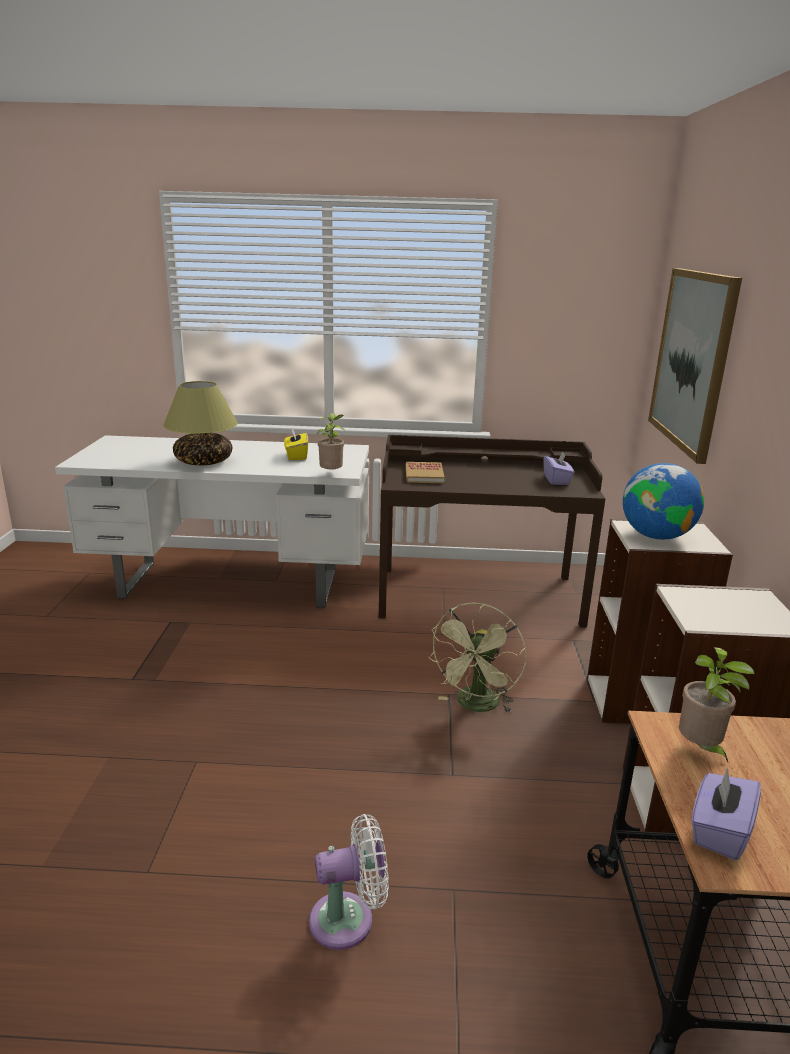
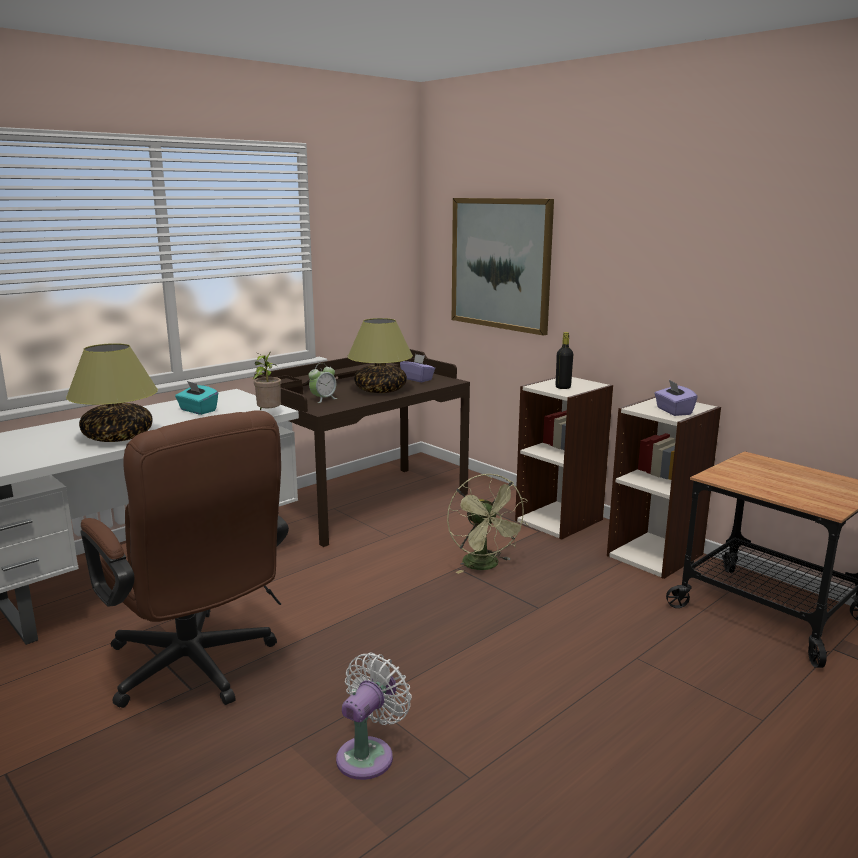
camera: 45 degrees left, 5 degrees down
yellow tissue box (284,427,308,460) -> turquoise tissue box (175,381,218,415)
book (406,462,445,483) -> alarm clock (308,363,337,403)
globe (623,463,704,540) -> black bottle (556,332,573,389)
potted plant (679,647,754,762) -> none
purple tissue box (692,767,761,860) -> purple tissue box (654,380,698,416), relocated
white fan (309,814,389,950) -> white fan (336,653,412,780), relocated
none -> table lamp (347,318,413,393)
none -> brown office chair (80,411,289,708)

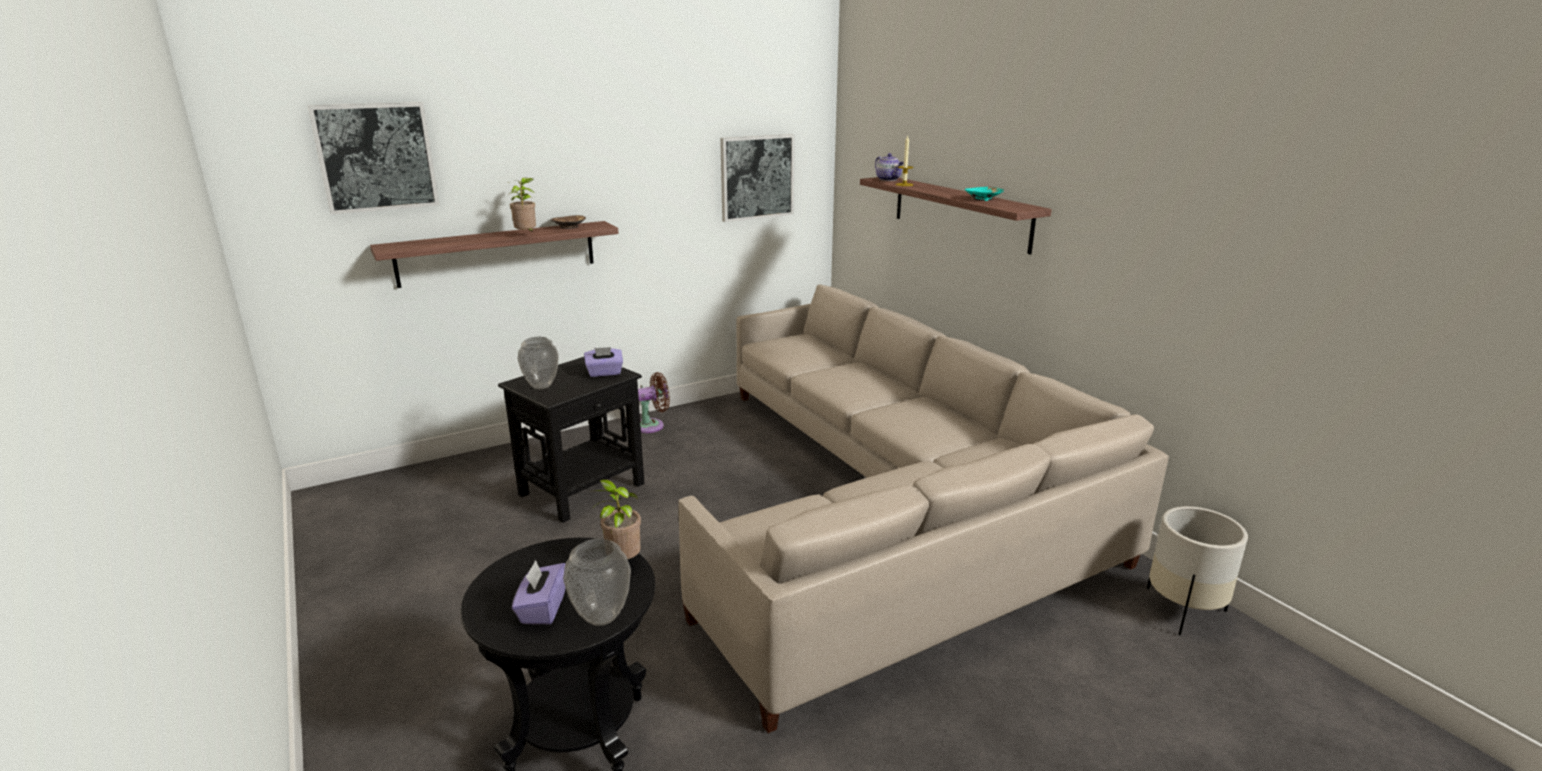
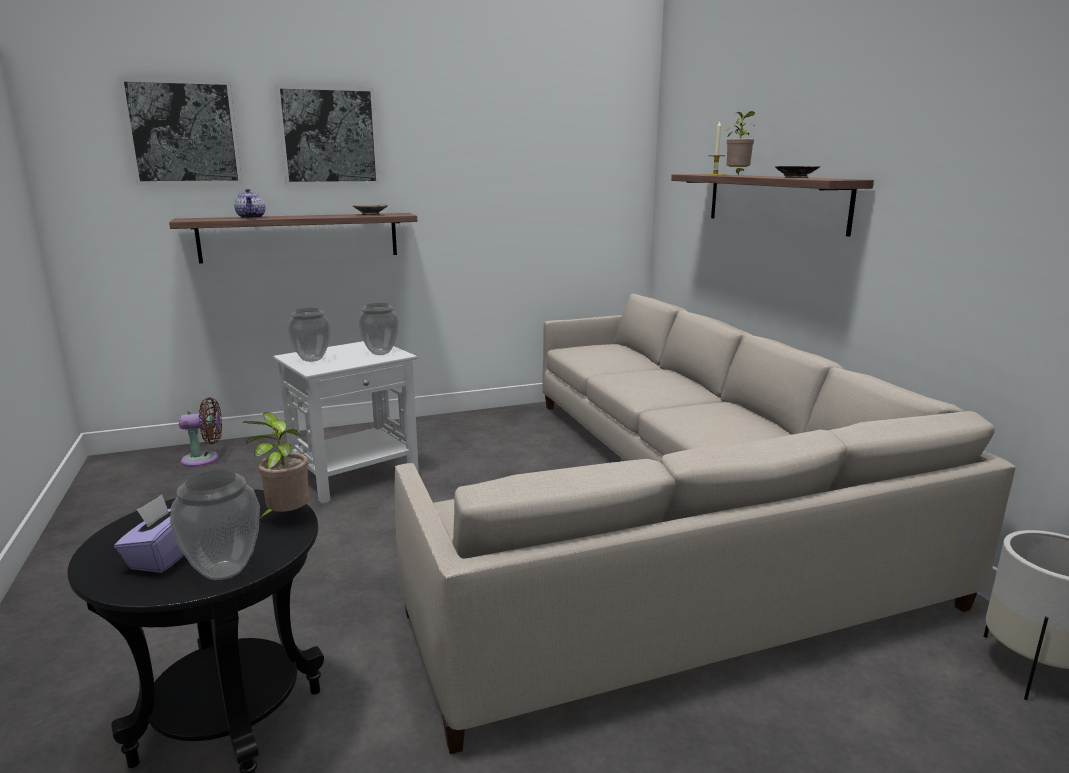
camera: 10 degrees right, 5 degrees down
picture (720,134,795,222) -> picture (276,85,380,185), relocated
teapot (875,153,904,181) -> teapot (234,189,265,219), relocated
potted plant (508,178,536,231) -> potted plant (727,111,756,175), relocated
turquoise bowl (965,187,1004,201) -> black bowl (775,166,820,178)
purple tissue box (584,347,623,377) -> vase (358,303,399,355)
black side table (498,357,645,523) -> white side table (273,341,419,504)
brown fan (638,372,670,433) -> brown fan (179,397,222,467), relocated

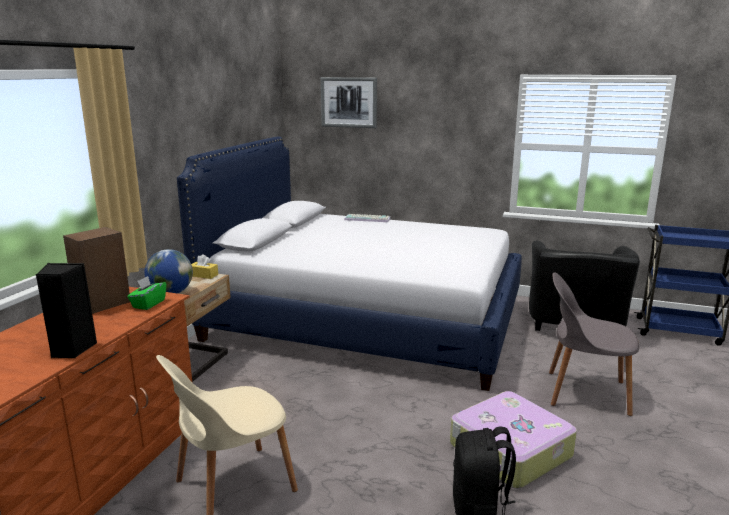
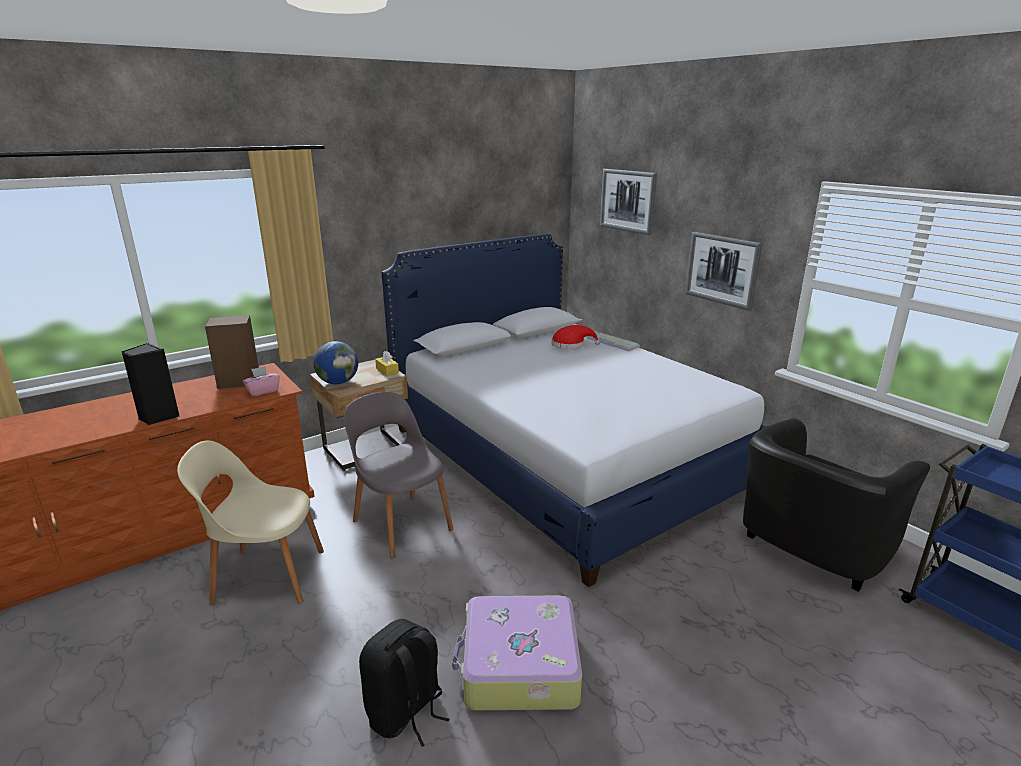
camera: 35 degrees right, 5 degrees up
grey chair (549,273,639,416) -> grey chair (344,392,453,558), relocated
green tissue box (127,276,166,310) -> pink tissue box (243,366,280,396)
none -> picture (685,232,762,311)
none -> red hat (551,325,600,349)

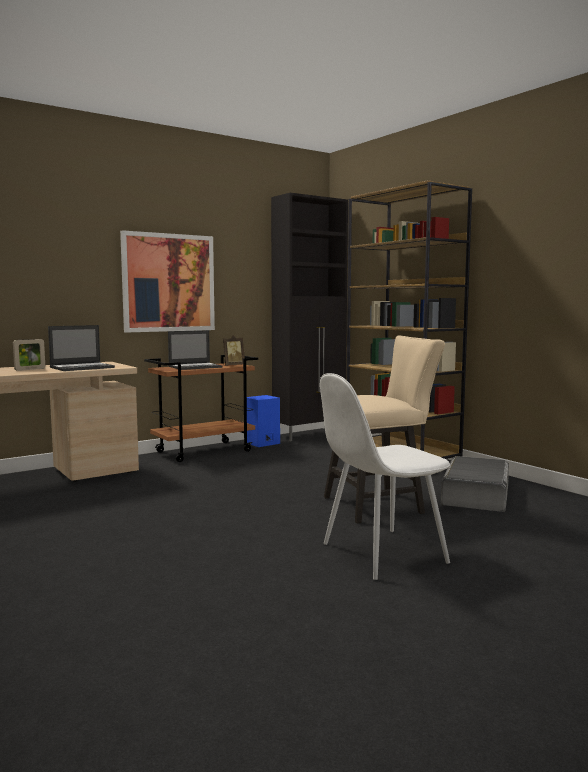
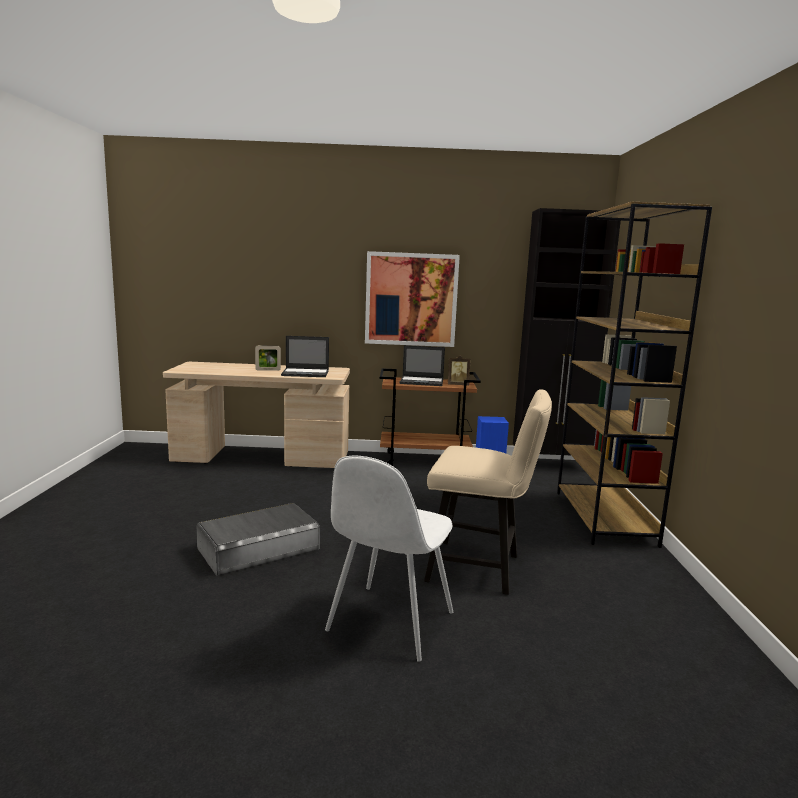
camera: 35 degrees right, 5 degrees up
white chair (320,373,450,580) -> white chair (325,456,453,662), 75 degrees counterclockwise
grey storage box (441,456,509,512) -> grey storage box (196,503,320,576), relocated

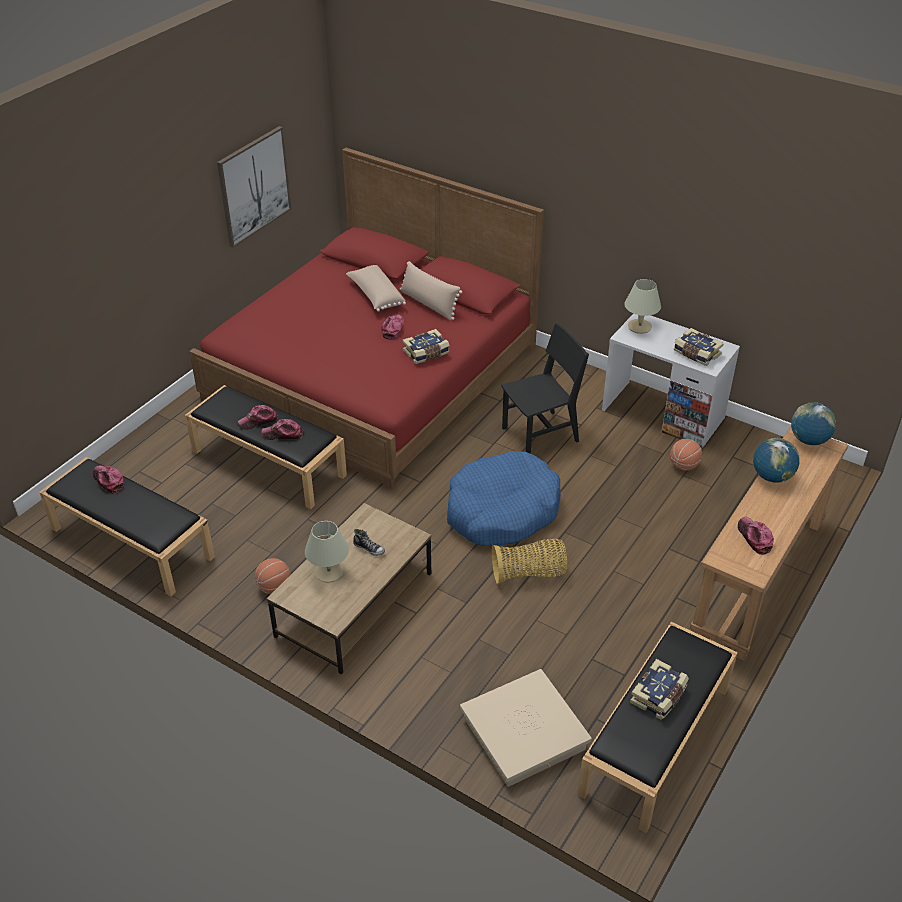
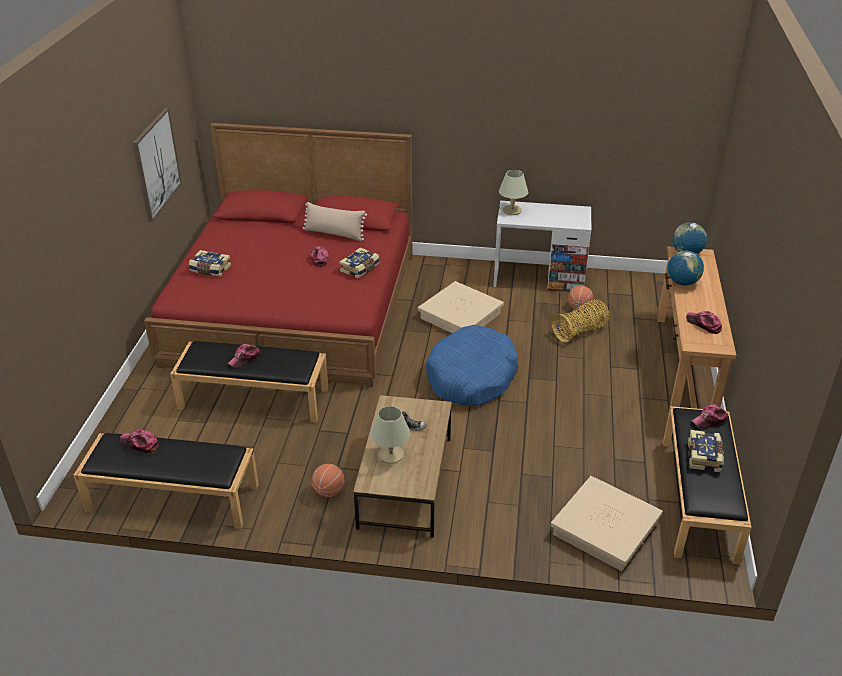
camera: 25 degrees left, 5 degrees down
beige pillow (346,265,406,312) -> none
black chair (501,323,589,454) -> beige storage box (418,281,504,333)
book (674,328,724,366) -> book (189,250,231,277), relocated
cap (262,419,303,440) -> cap (691,405,728,430), relocated
basket (492,539,567,584) -> basket (552,300,610,342), relocated

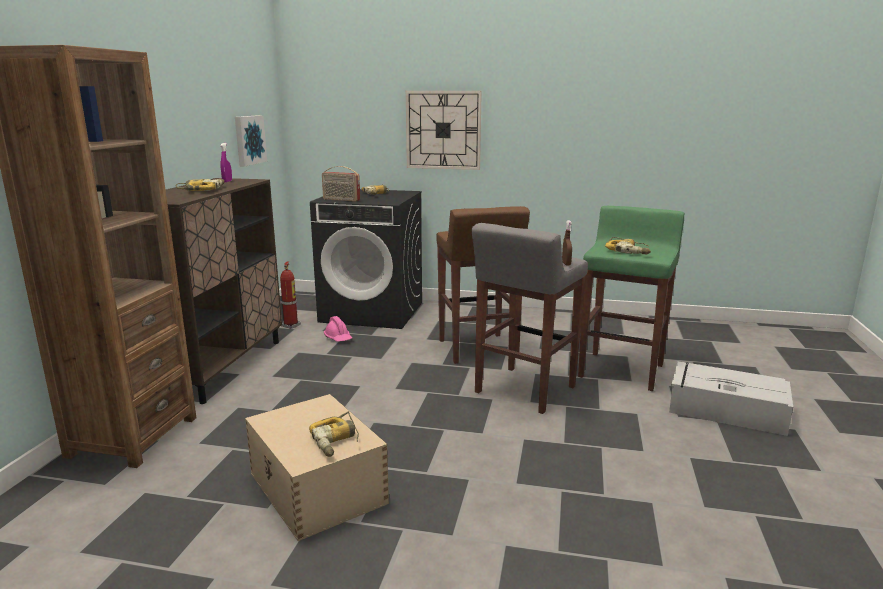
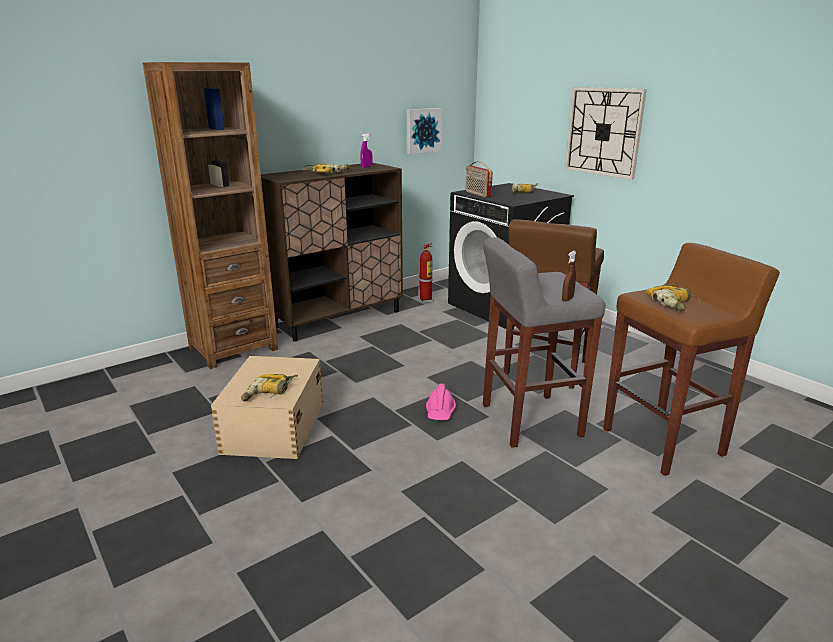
camera: 40 degrees right, 5 degrees up
green stool (578,206,685,391) -> brown stool (603,243,780,476)
pink hard hat (324,316,352,342) -> pink hard hat (426,384,456,420), relocated
grey storage box (669,361,793,436) -> none

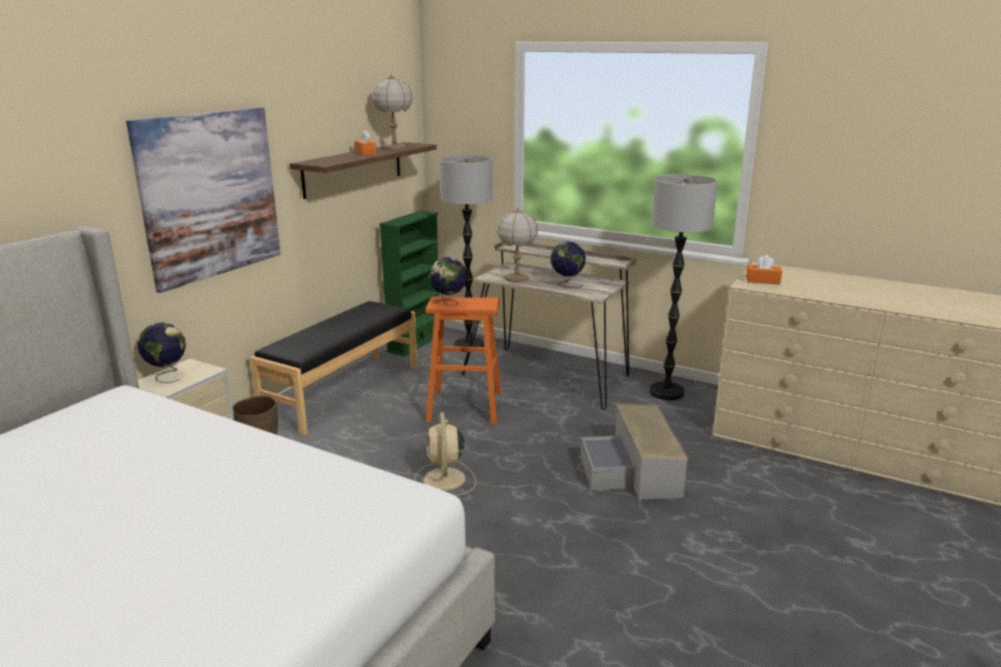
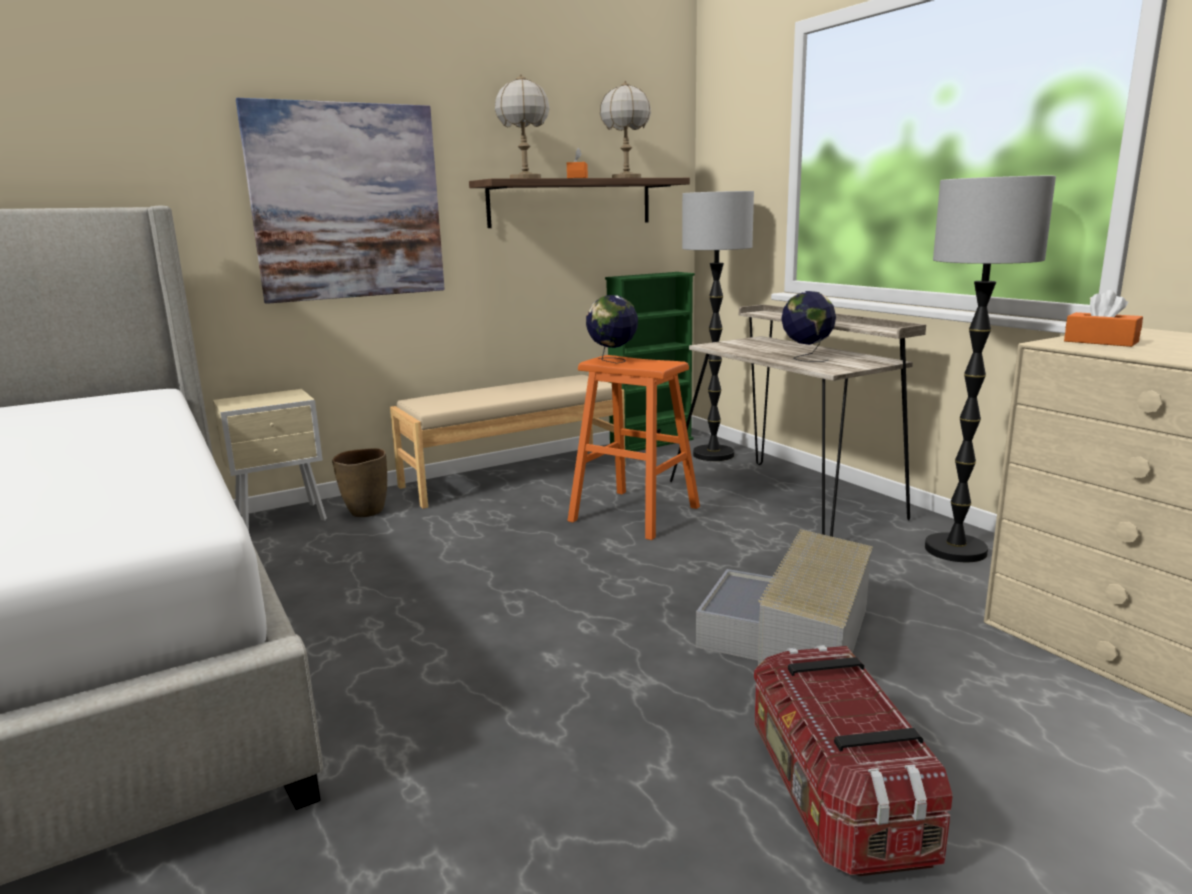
camera: 30 degrees right, 5 degrees down
table lamp (497,208,538,283) -> table lamp (495,74,550,178), relocated
black bench (249,301,417,436) -> beige bench (390,375,625,509)
globe (138,322,186,383) -> none
beige fan (415,412,476,496) -> none
none -> storage box (754,645,953,876)

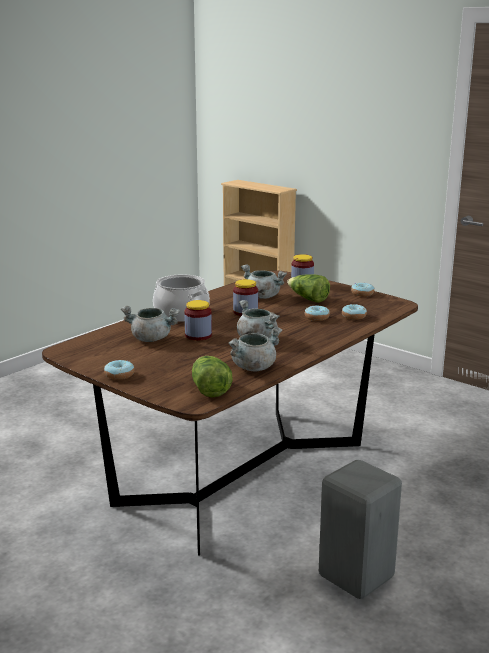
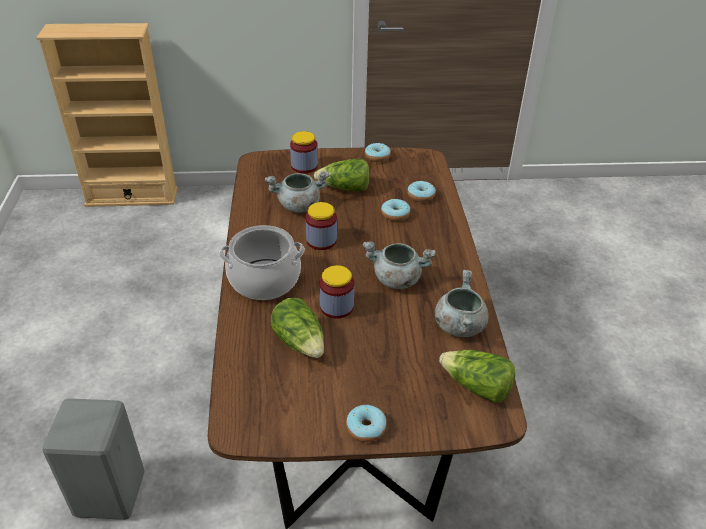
camera: 45 degrees left, 20 degrees up
grey cooking pot (121,306,180,342) -> lettuce (271,298,324,358)
grey stool (319,460,402,599) -> grey stool (42,398,145,520), relocated

